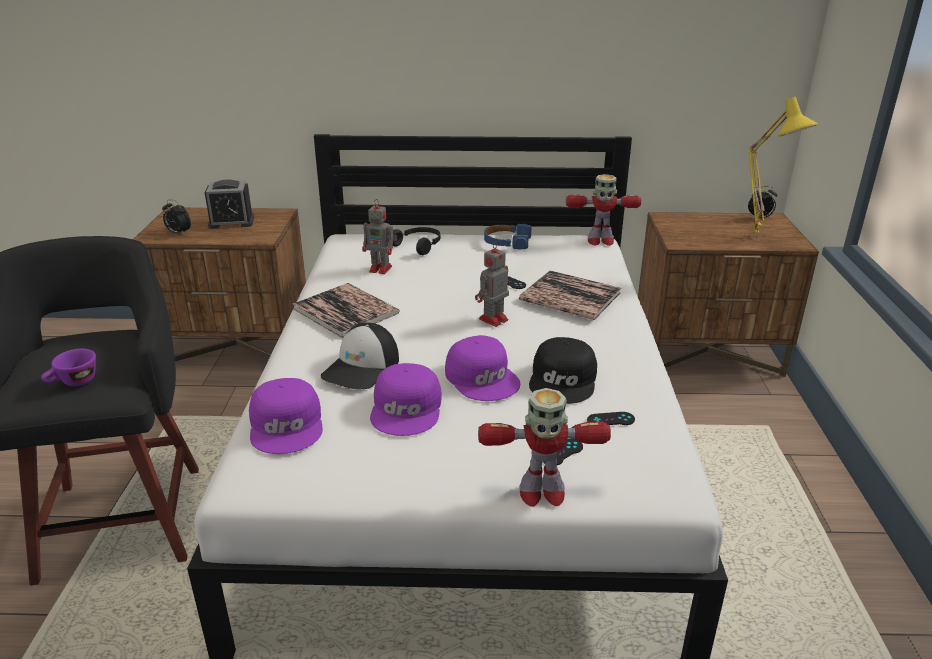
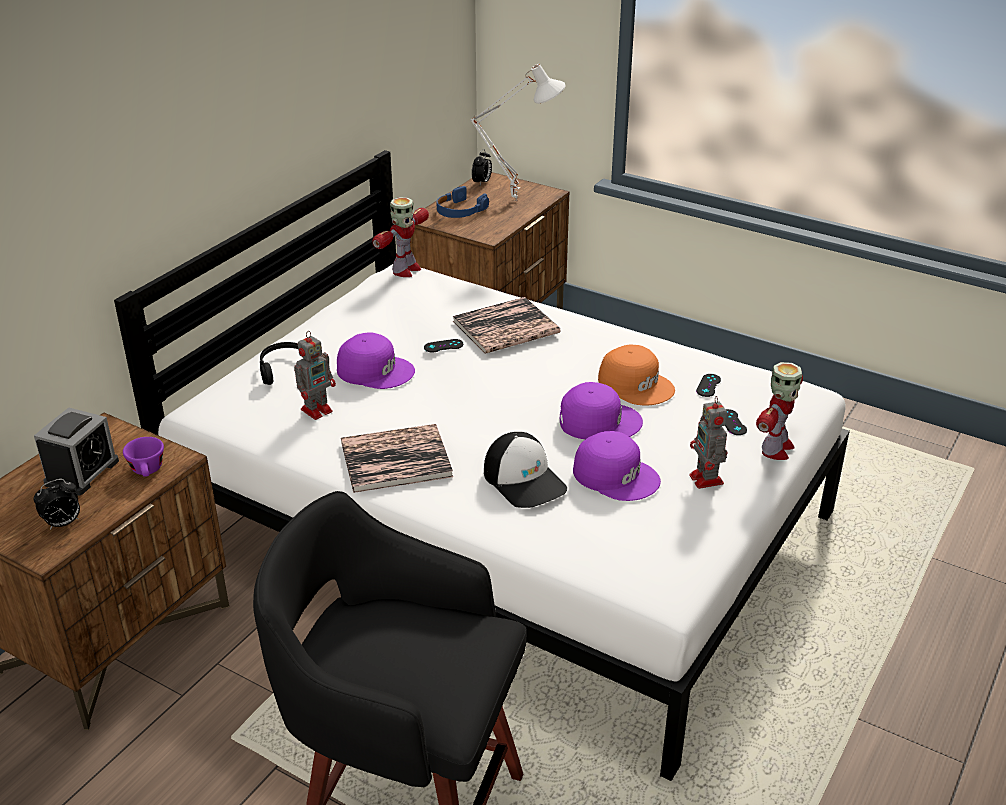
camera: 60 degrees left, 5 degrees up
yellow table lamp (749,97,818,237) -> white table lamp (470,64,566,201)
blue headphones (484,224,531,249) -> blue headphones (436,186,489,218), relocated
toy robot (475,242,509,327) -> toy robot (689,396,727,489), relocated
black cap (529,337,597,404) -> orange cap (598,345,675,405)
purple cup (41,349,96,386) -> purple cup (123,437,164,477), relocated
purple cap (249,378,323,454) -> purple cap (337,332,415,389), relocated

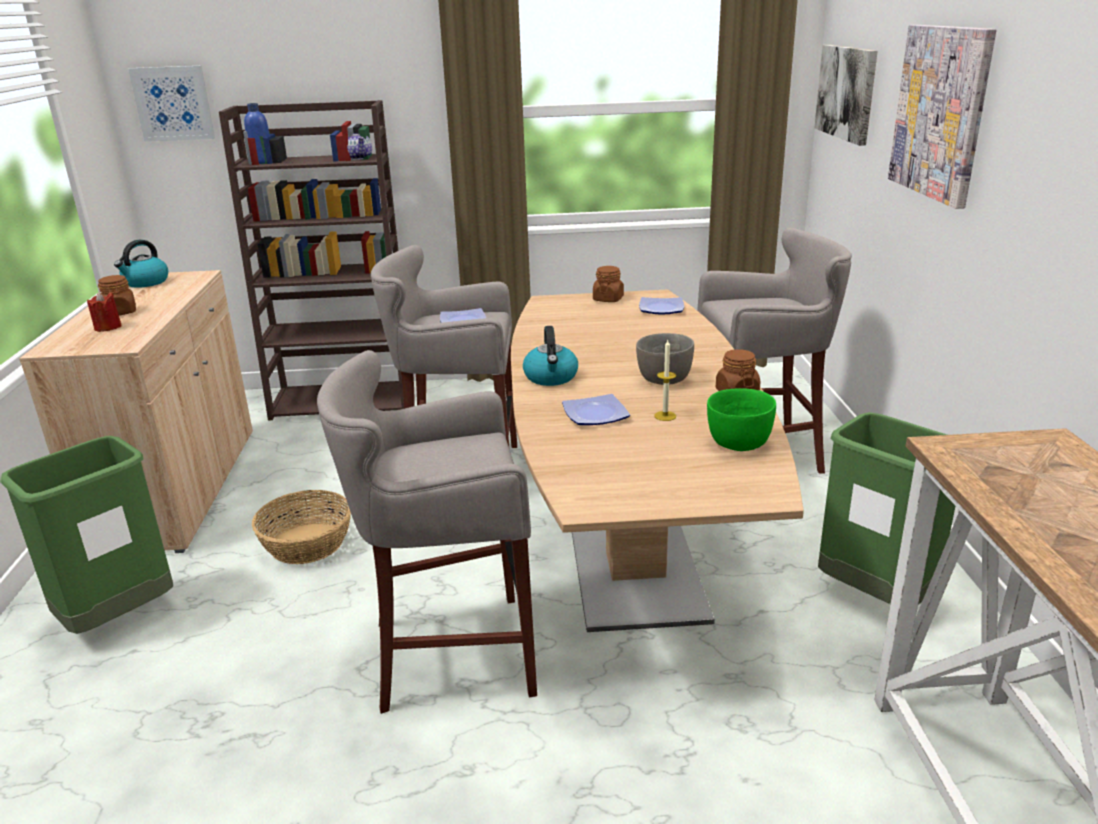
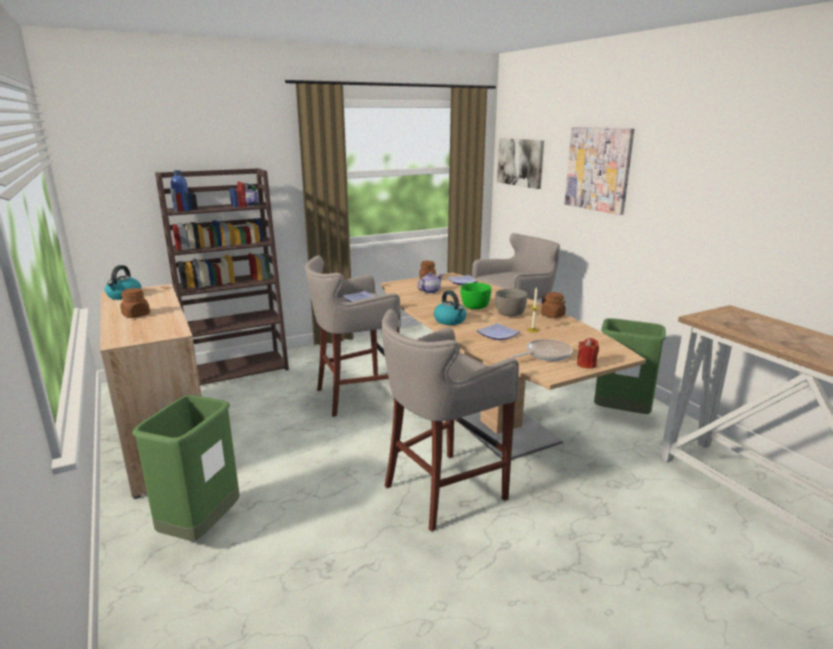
camera: 25 degrees left, 5 degrees down
picture (128,66,215,142) -> none
red candle (87,292,122,332) -> red candle (577,338,599,369), relocated
green bowl (707,388,776,451) -> green bowl (461,283,491,309), relocated
basket (252,490,351,564) -> none
none -> teapot (417,272,443,294)
none -> frying pan (512,339,573,361)

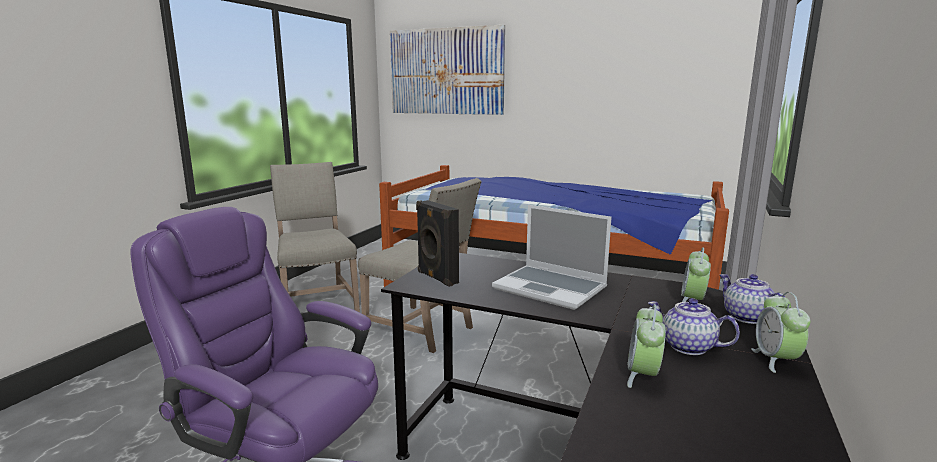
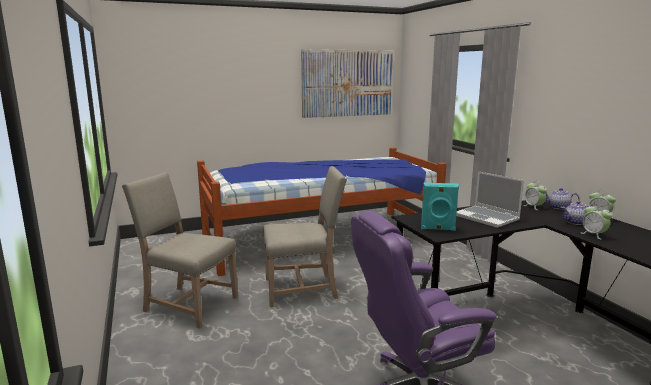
camera: 45 degrees left, 0 degrees up
picture (390,25,505,115) -> picture (301,49,393,118), relocated
black speaker (416,200,459,287) -> turquoise speaker (421,183,459,231)
laptop (492,205,612,310) -> laptop (456,171,524,228), 60 degrees clockwise

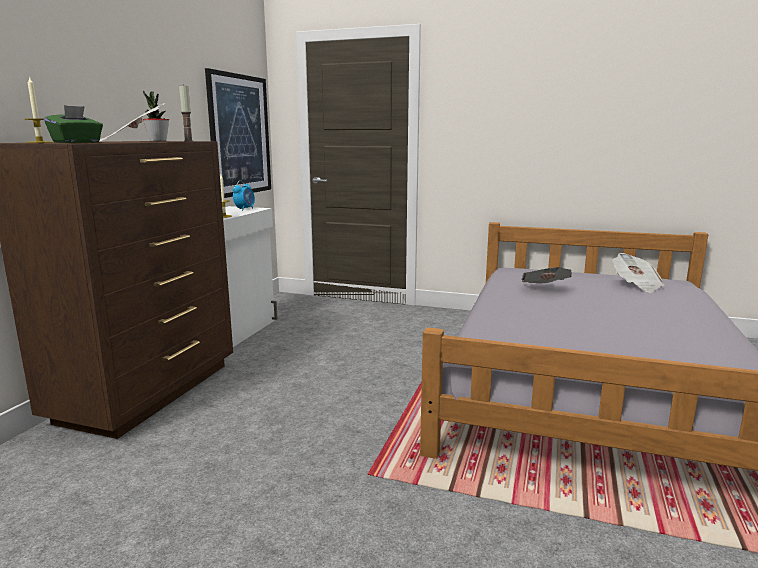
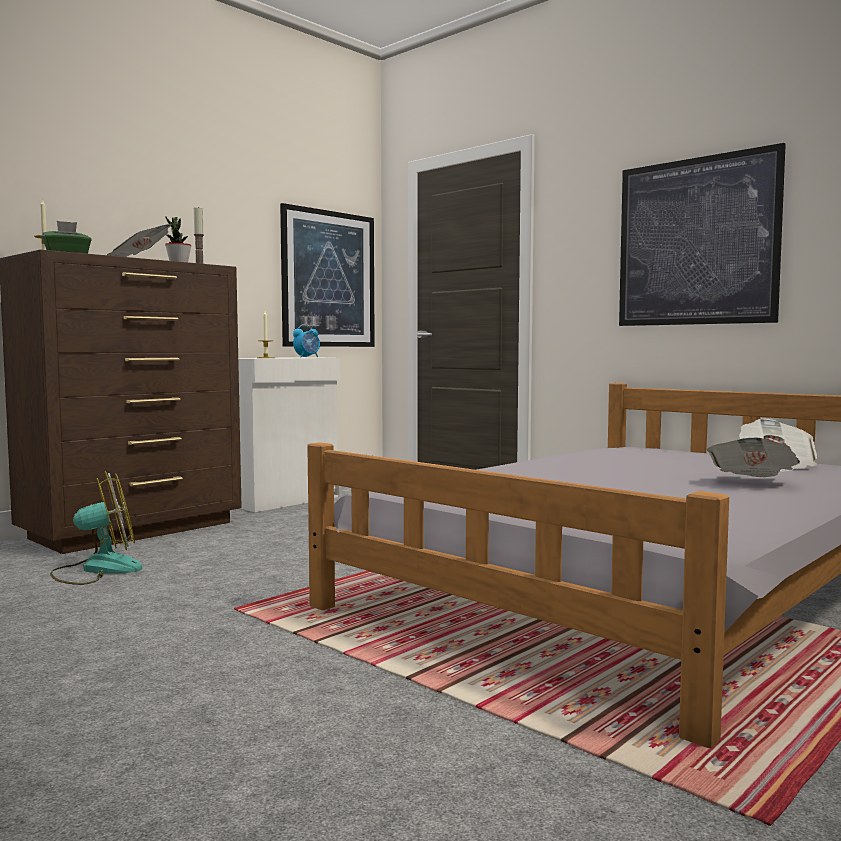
camera: 25 degrees right, 10 degrees down
newspaper (522,267,572,283) -> newspaper (707,438,800,477), relocated
none -> picture (619,143,786,326)
none -> fan (50,471,142,585)

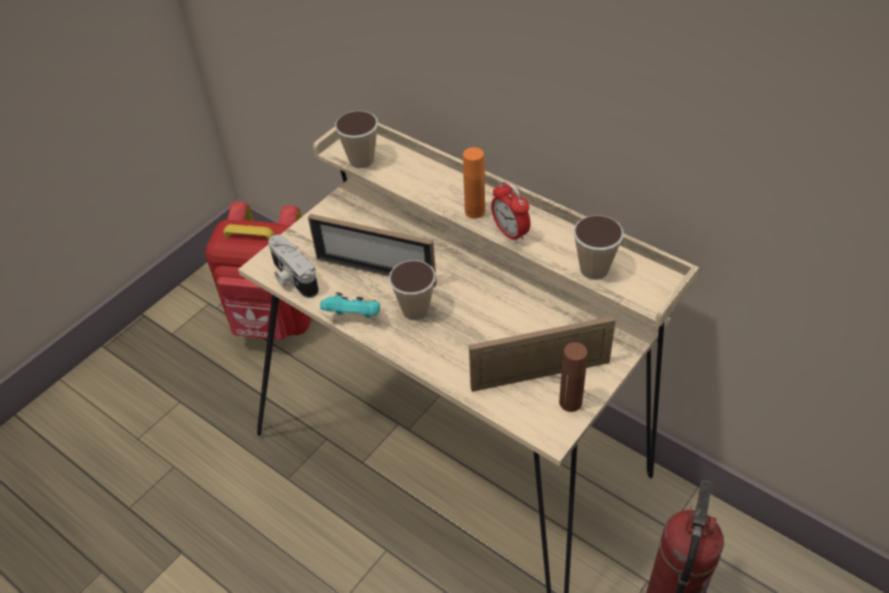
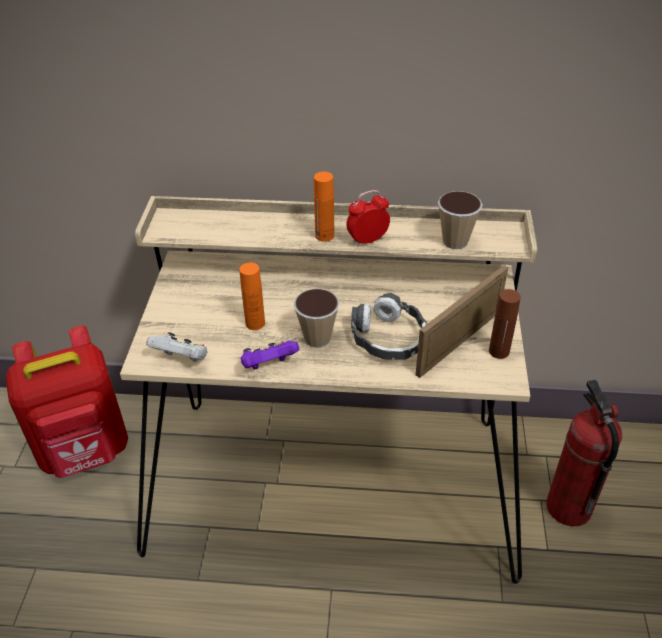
camera: 35 degrees left, 5 degrees down
cup (335,111,378,168) -> none
alarm clock (491,181,531,243) -> alarm clock (347,190,390,246), 135 degrees clockwise
picture frame (308,214,437,287) -> orange bottle (239,262,265,330)
photo camera (268,235,319,298) -> white game controller (147,332,208,362)
turquoise game controller (320,292,380,318) -> purple game controller (241,341,299,370)
none -> headphones (351,293,427,360)

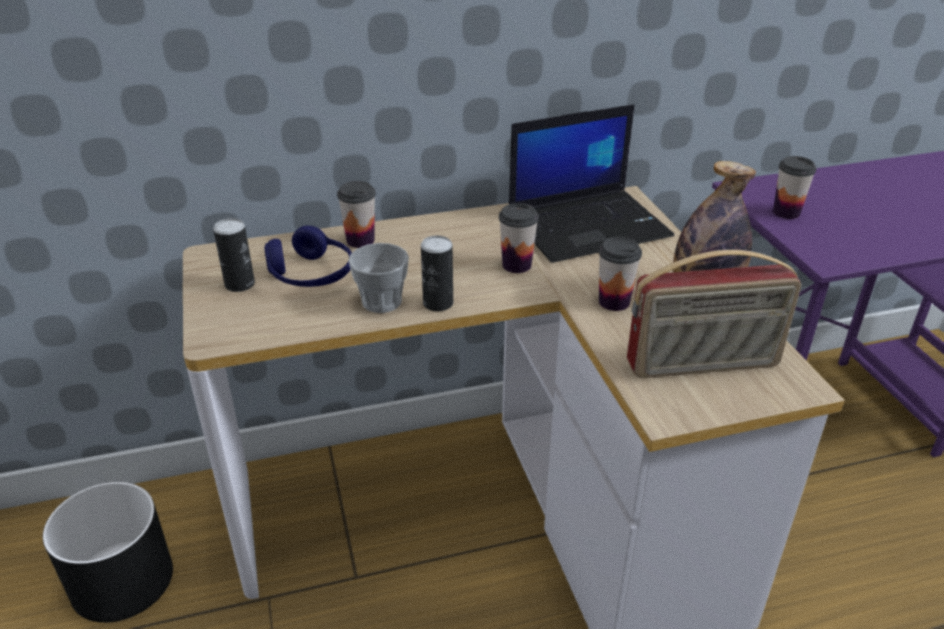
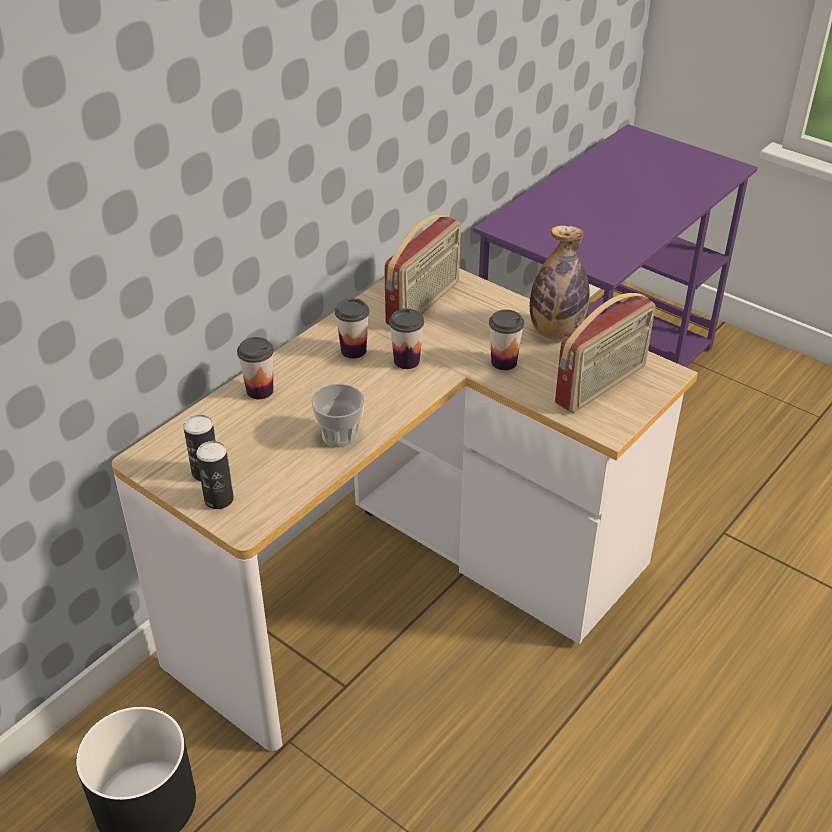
camera: 35 degrees left, 5 degrees up
laptop (509,104,674,263) -> radio (384,215,461,325)
cup (773,156,817,219) -> cup (335,298,369,359), relocated
blue headphones (264,226,352,287) -> none
can (421,236,453,311) -> can (196,441,234,509), relocated

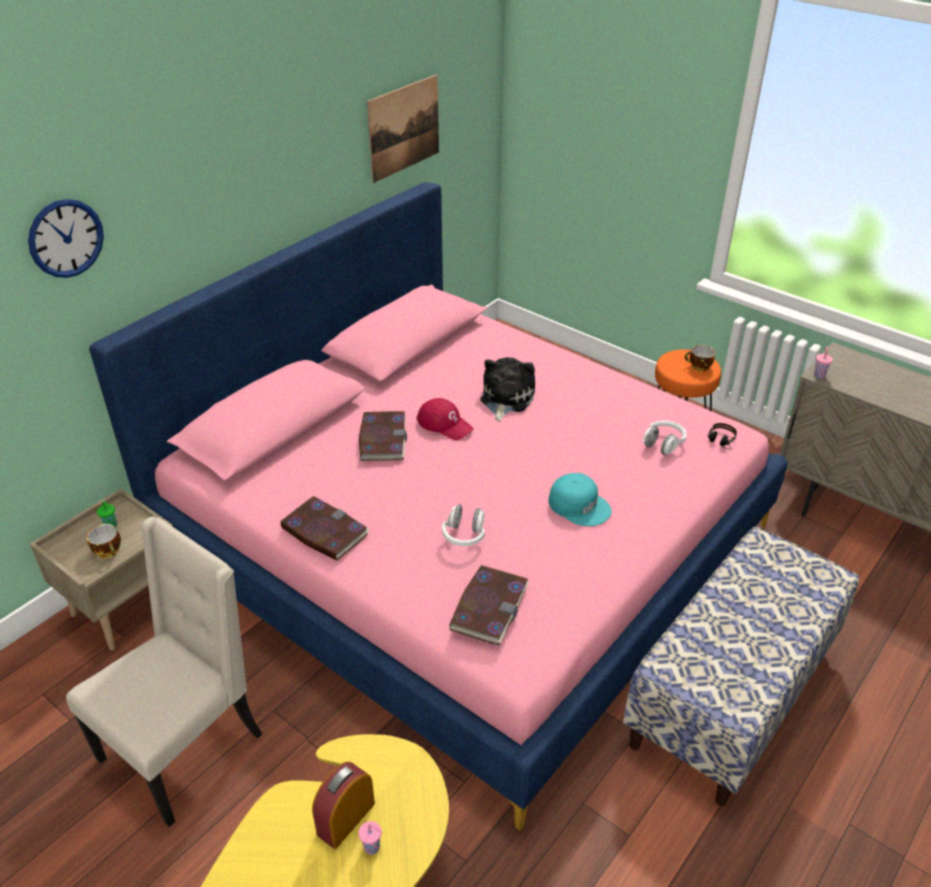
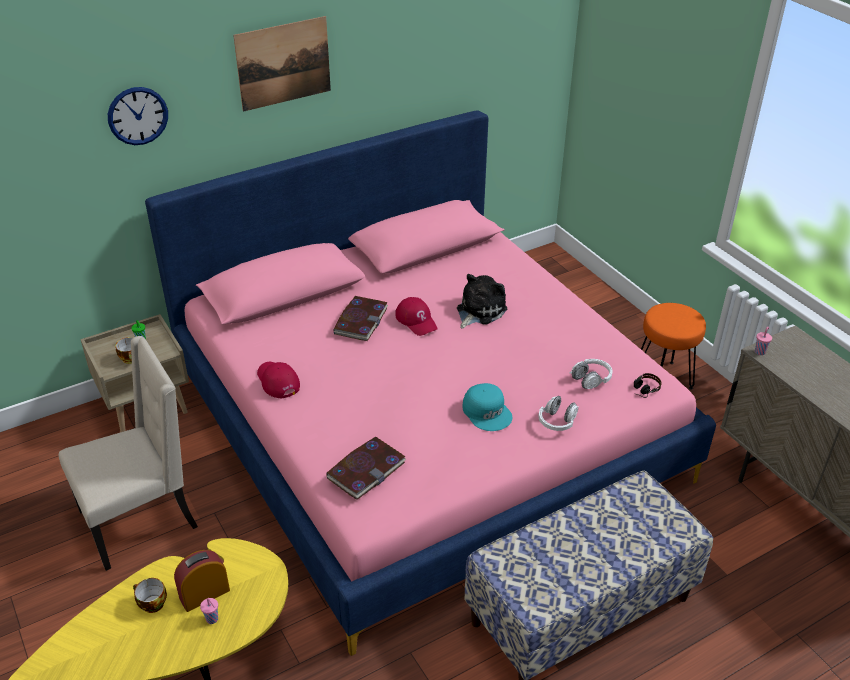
camera: 20 degrees right, 0 degrees up
picture (367,75,439,183) -> picture (233,16,331,112), relocated
cup (685,345,715,372) -> cup (133,578,167,613), relocated
book (280,496,369,561) -> red cap (257,362,300,398)
white headphones (442,504,485,546) -> white headphones (538,396,579,431), relocated

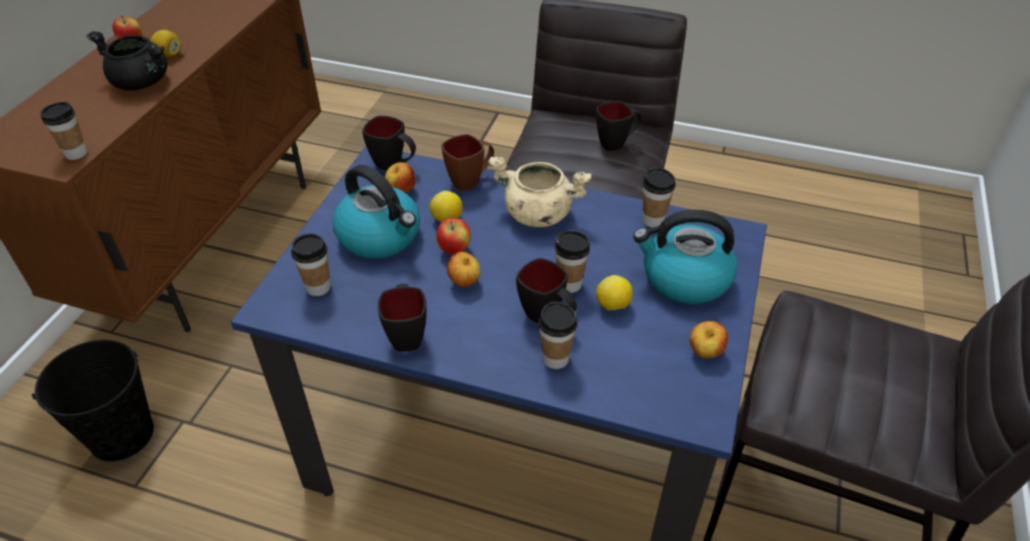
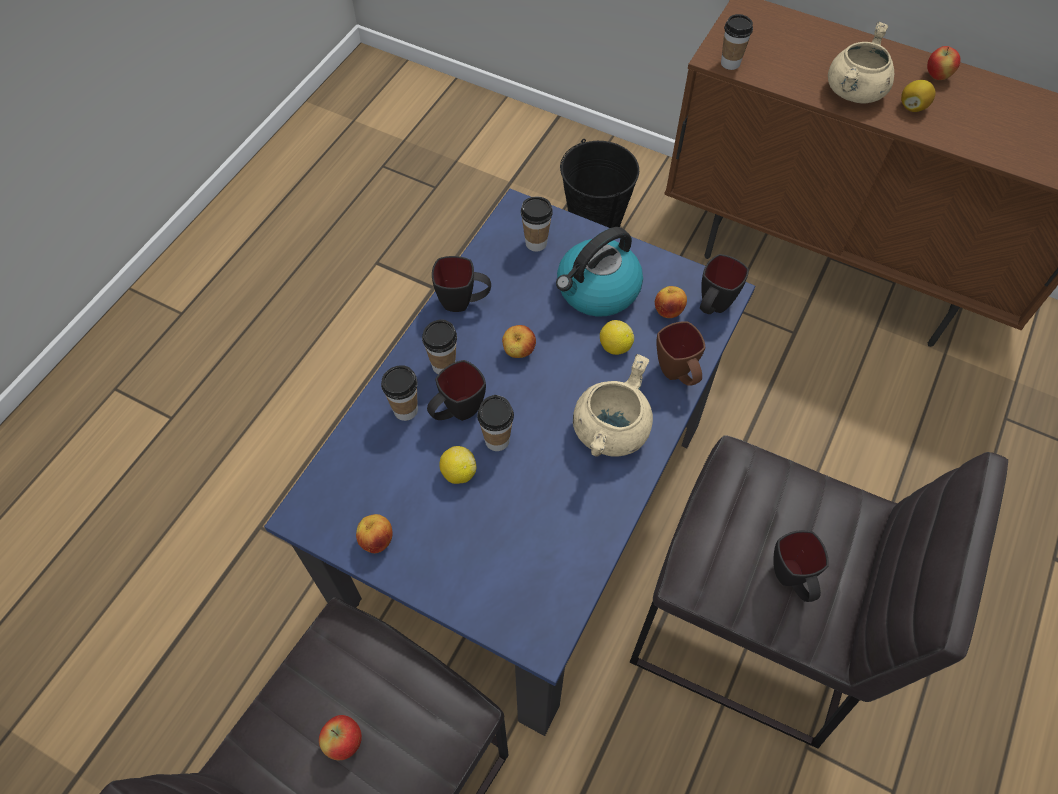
camera: 100 degrees right, 15 degrees up
black cooking pot (86,31,167,91) -> beige cooking pot (828,22,894,104)
cup (642,167,676,228) -> cup (422,319,457,374), relocated
kettle (633,209,737,304) -> none
apple (436,218,471,255) -> apple (319,715,362,760), relocated

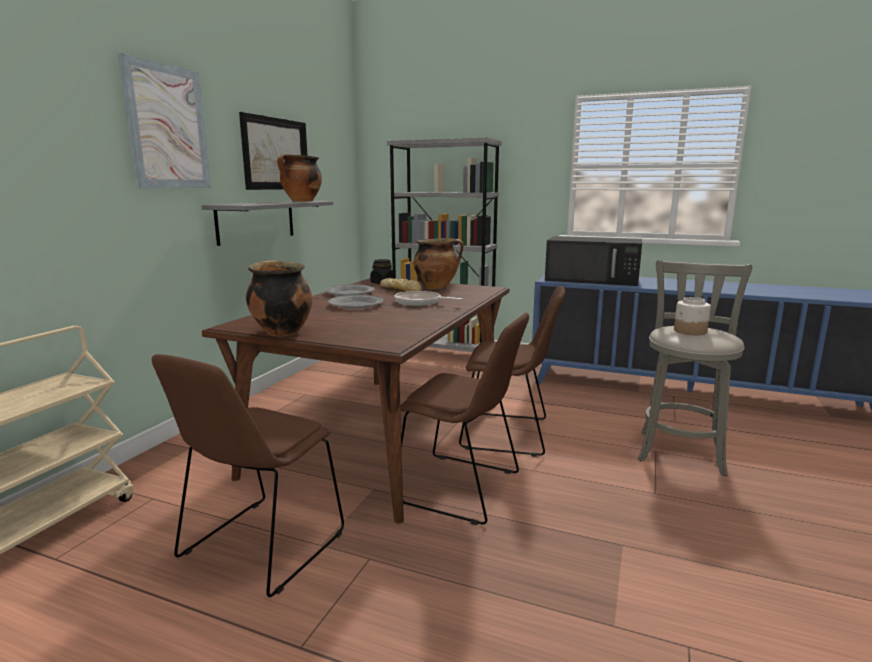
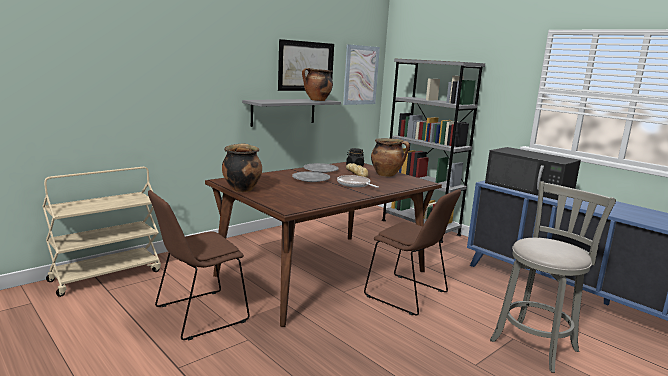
camera: 25 degrees right, 0 degrees up
picture (118,53,211,188) -> picture (343,44,380,105), relocated
jar (674,297,711,335) -> none
brown chair (400,313,529,525) -> none

